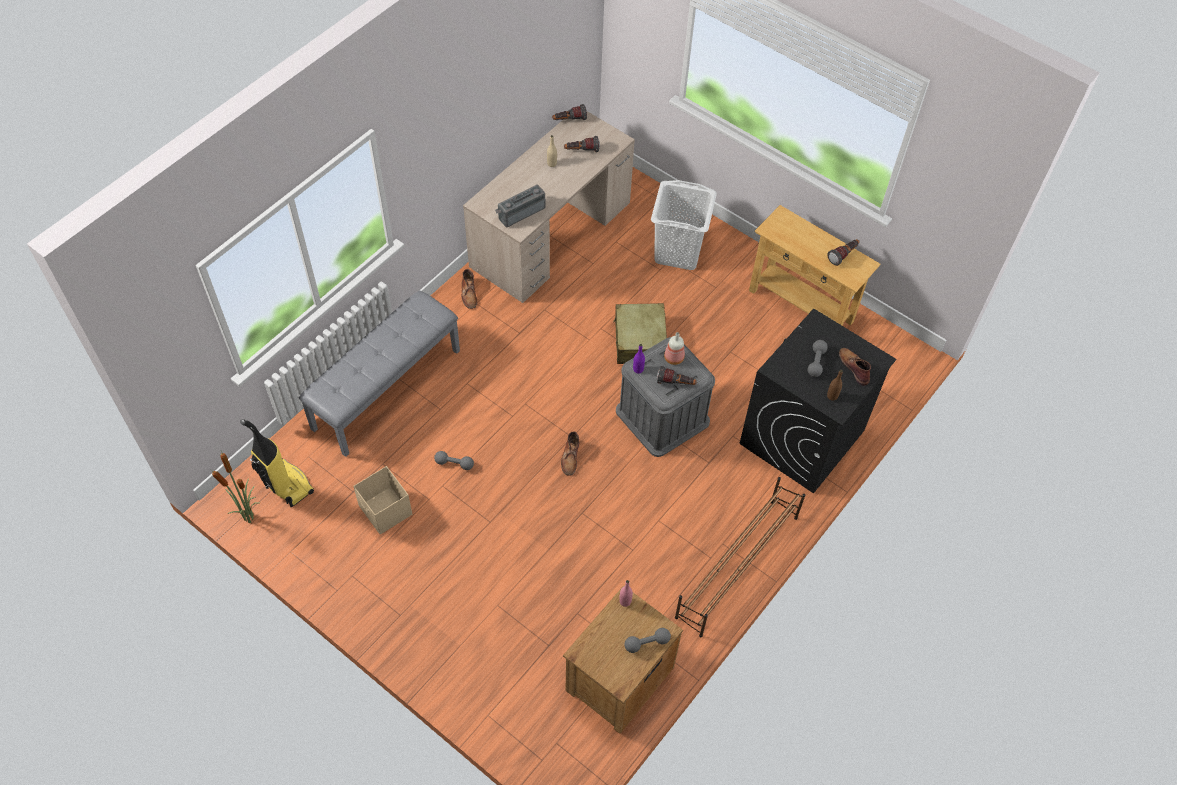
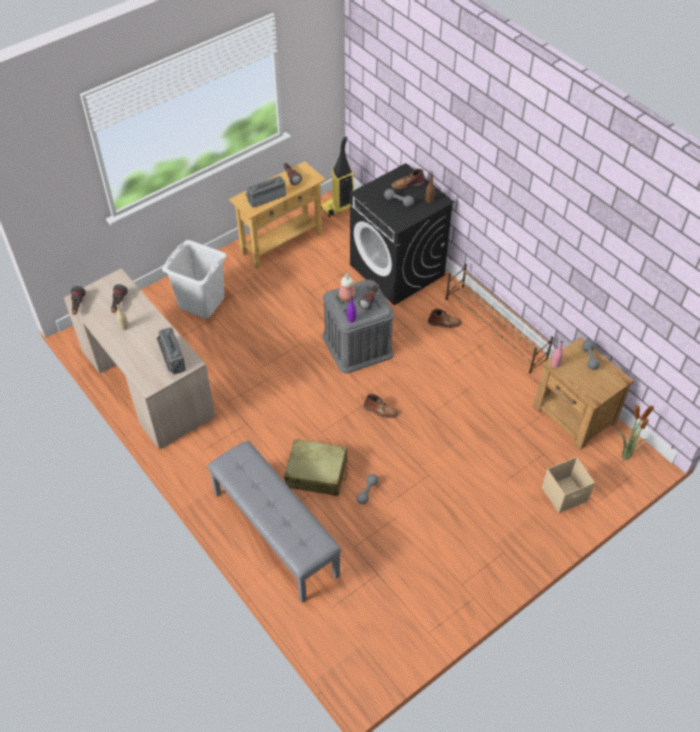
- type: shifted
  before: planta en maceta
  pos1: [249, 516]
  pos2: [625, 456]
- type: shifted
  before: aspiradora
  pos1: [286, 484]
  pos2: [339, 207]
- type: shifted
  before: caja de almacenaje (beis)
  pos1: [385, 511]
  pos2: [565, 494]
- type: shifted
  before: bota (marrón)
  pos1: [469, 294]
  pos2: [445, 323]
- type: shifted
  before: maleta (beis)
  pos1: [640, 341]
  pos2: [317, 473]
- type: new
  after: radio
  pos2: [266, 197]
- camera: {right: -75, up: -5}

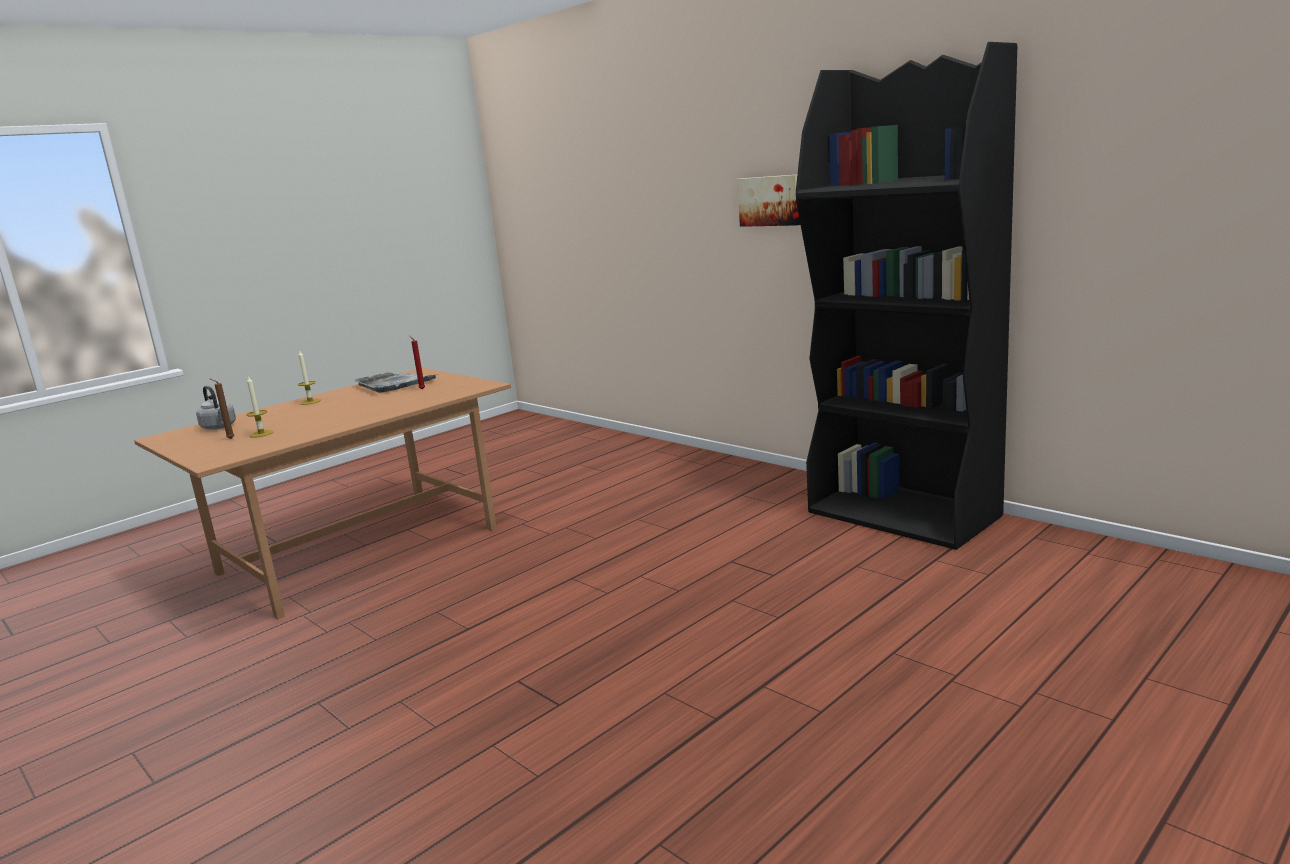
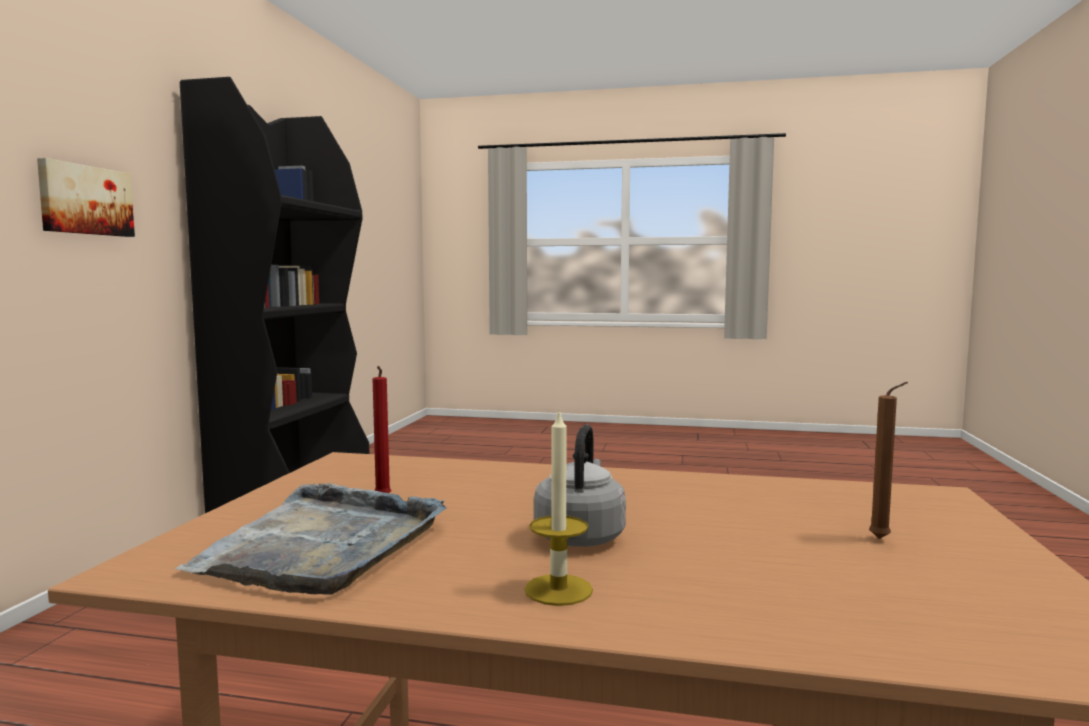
- type: shifted
  before: hervidor (gris)
  pos1: [219, 427]
  pos2: [580, 536]
- type: gone
  before: vela
  pos1: [261, 434]
- camera: {right: -125, up: -10}

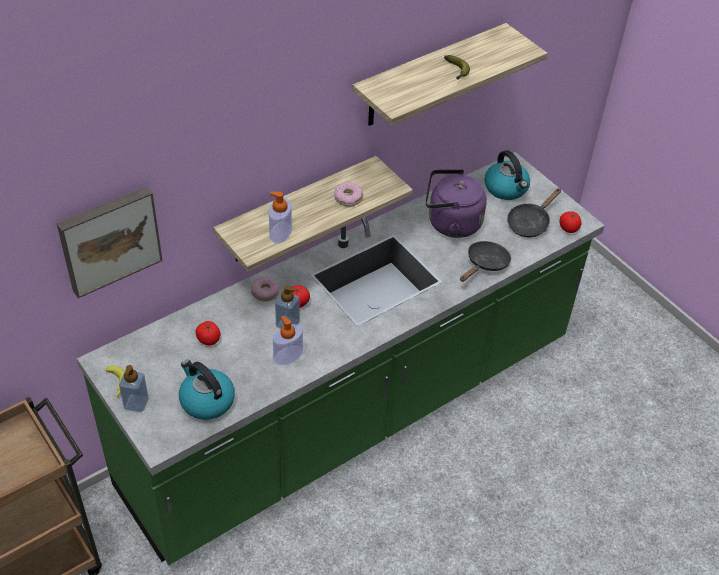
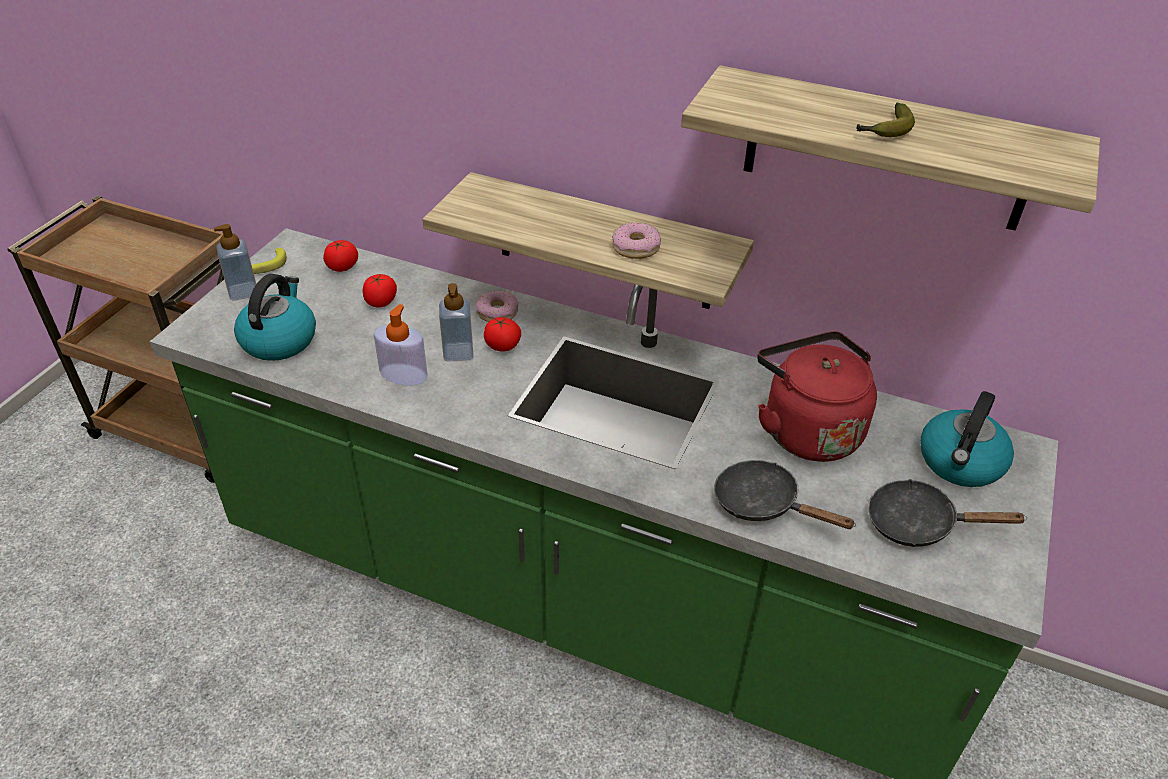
- type: gone
  before: cuadro
  pos1: [109, 239]
- type: gone
  before: dispensador de jabón
  pos1: [280, 232]
- type: repainted
  before: hervidor (morado)
  after: hervidor (rojo)
  pos1: [450, 223]
  pos2: [807, 429]
- type: rotated
  before: sartén (negro)
  pos1: [485, 264]
  pos2: [763, 504]
  turn: -150
- type: shifted
  before: tomate
  pos1: [568, 228]
  pos2: [342, 267]
- camera: {right: 60, up: -5}

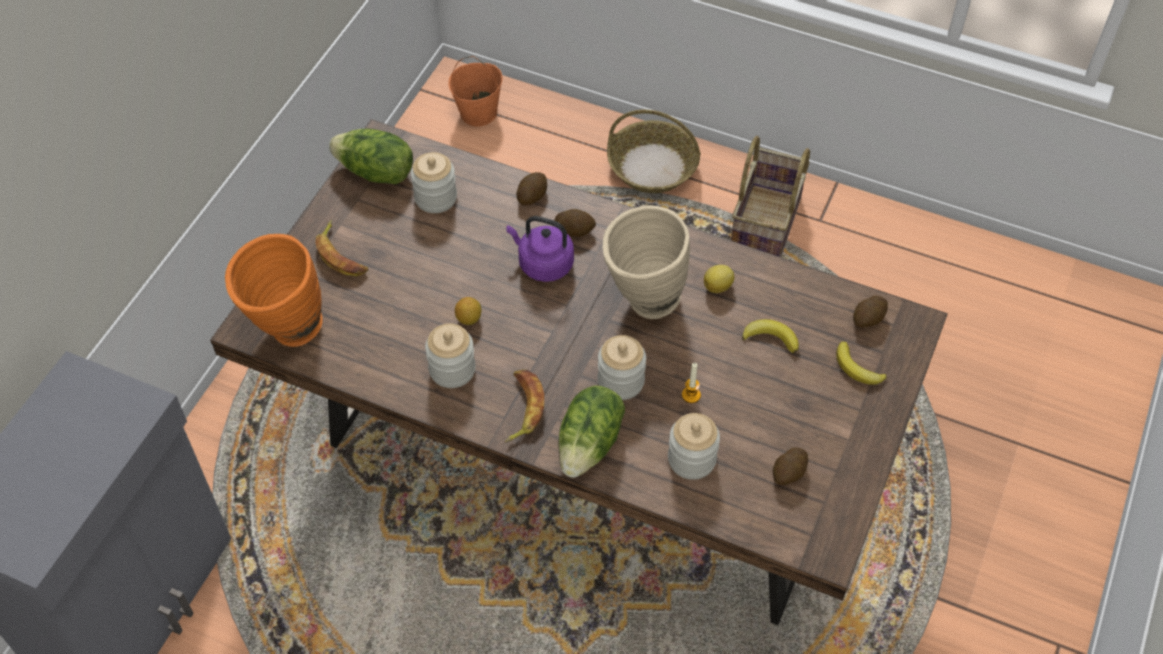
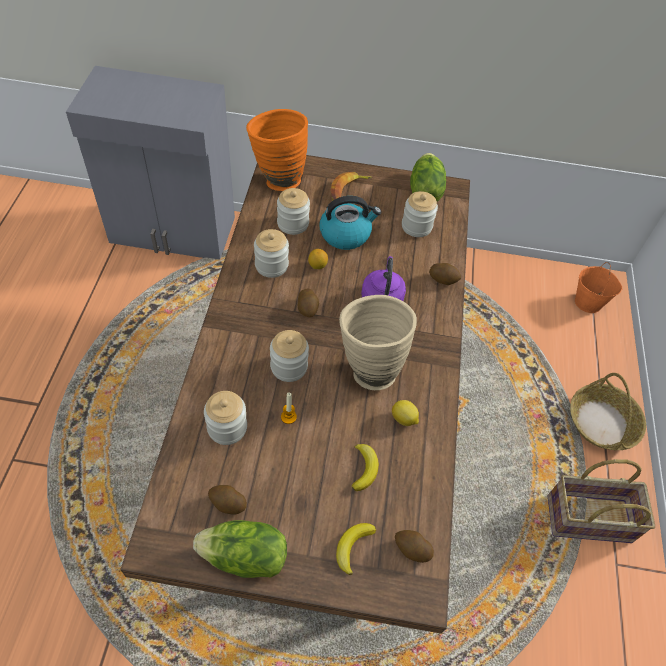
- type: gone
  before: plátano
  pos1: [522, 408]
- type: shifted
  before: patata
  pos1: [574, 230]
  pos2: [307, 309]
- type: shifted
  before: lechuga
  pos1: [590, 444]
  pos2: [244, 558]
- type: new
  after: tarro
  pos2: [293, 223]
- type: new
  after: hervidor
  pos2: [346, 234]
- camera: {right: 70, up: 0}

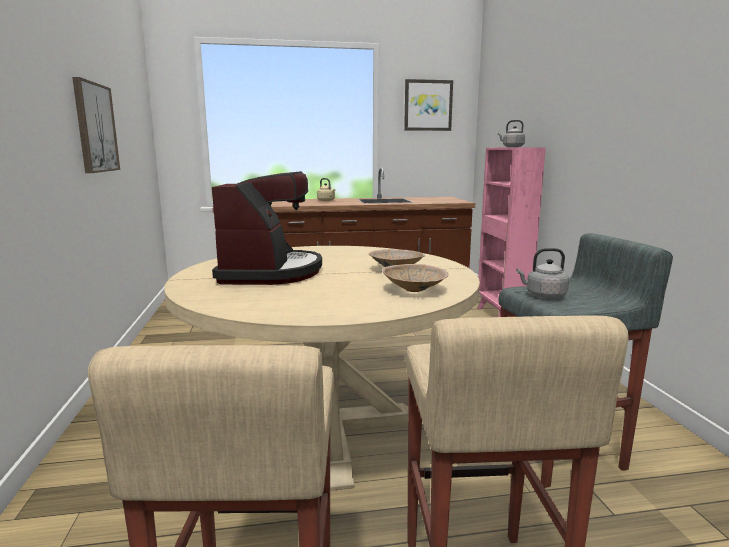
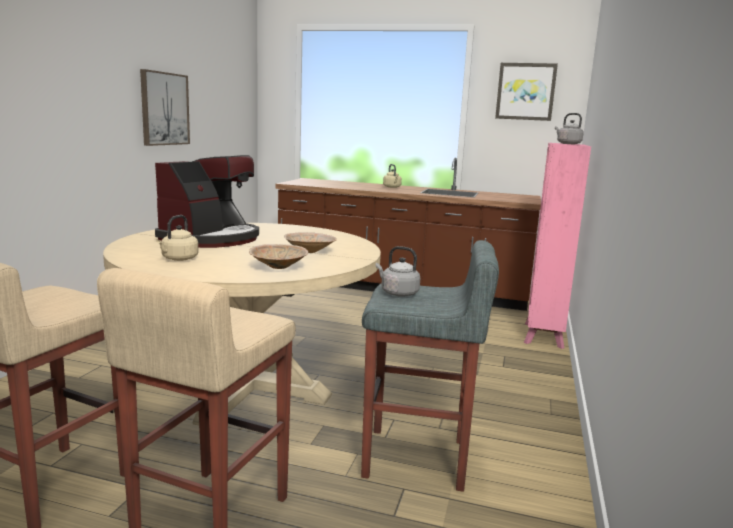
- type: new
  after: hervidor (beis)
  pos2: [178, 259]
- camera: {right: 25, up: 0}

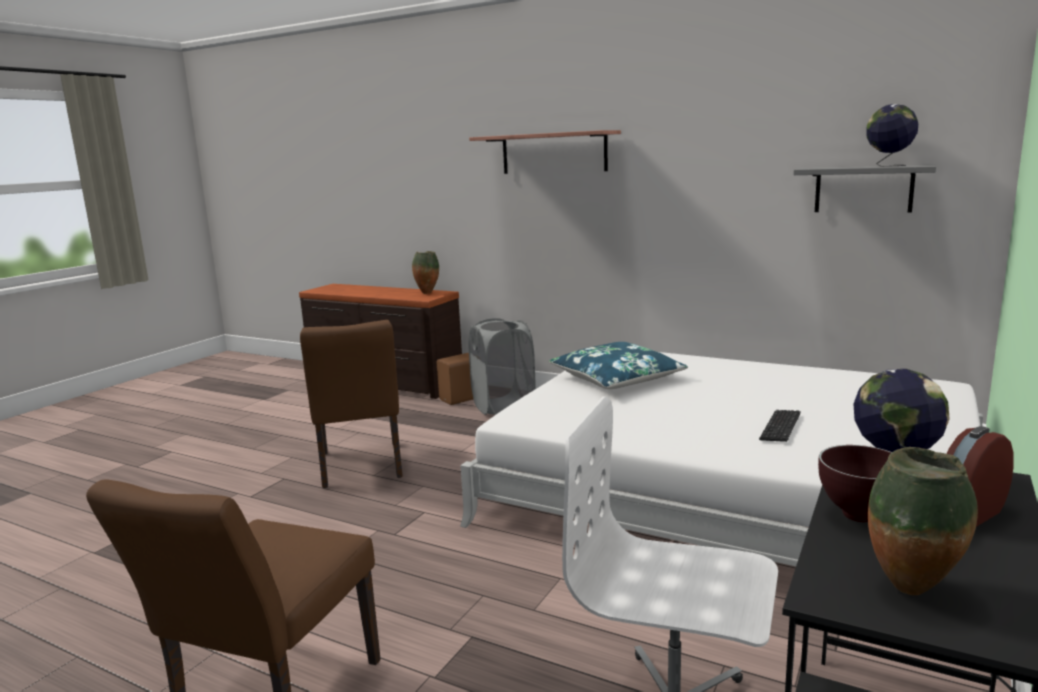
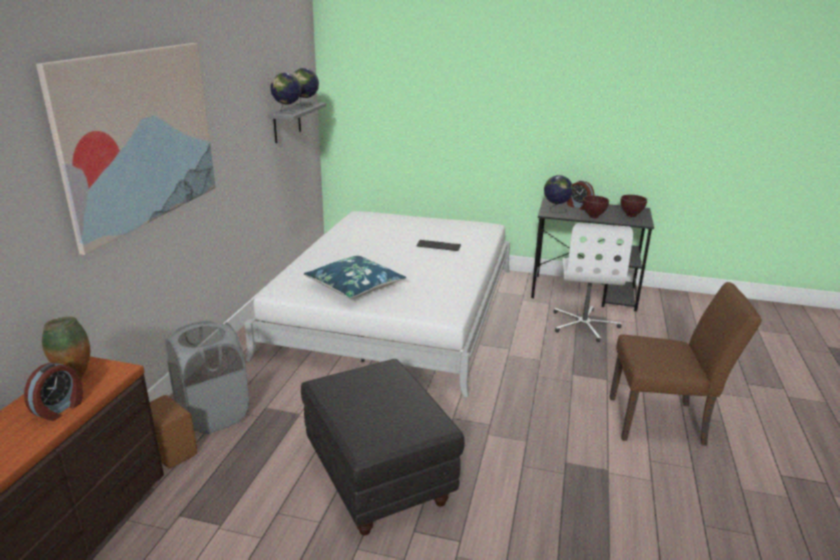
- type: swapped
  before: silla (marrón)
  after: puf (negro)
  pos1: [361, 468]
  pos2: [380, 478]
- type: swapped
  before: estante
  after: cuadro
  pos1: [553, 153]
  pos2: [140, 138]
- type: swapped
  before: florero
  after: cuenco (marrón)
  pos1: [913, 592]
  pos2: [631, 215]
- type: new
  after: despertador
  pos2: [60, 409]
- type: new
  after: globo terráqueo
  pos2: [287, 112]
- camera: {right: -105, up: 10}

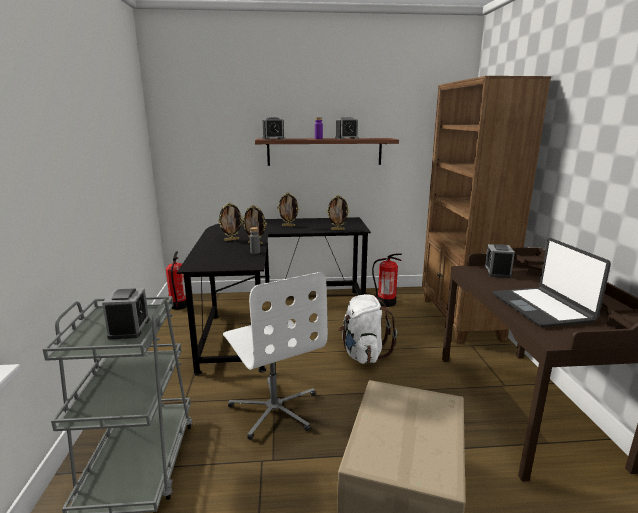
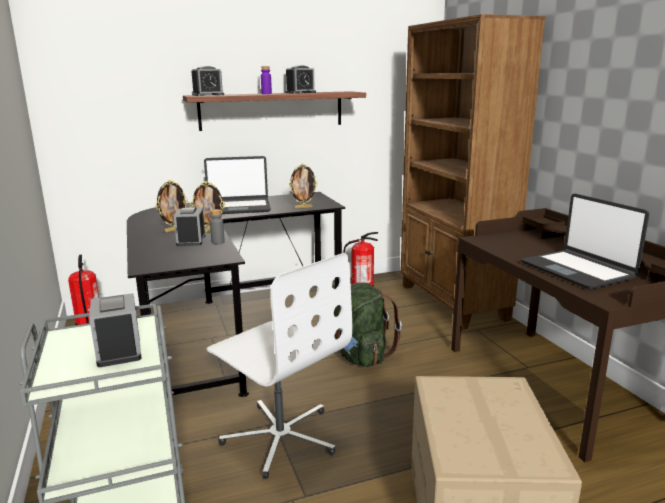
- type: swapped
  before: portarretratos
  after: portátil
  pos1: [288, 226]
  pos2: [238, 208]
- type: repainted
  before: mochila (blanco)
  after: mochila (verde)
  pos1: [363, 354]
  pos2: [360, 356]
- type: shifted
  before: despertador
  pos1: [497, 272]
  pos2: [191, 240]
- camera: {right: -15, up: 0}

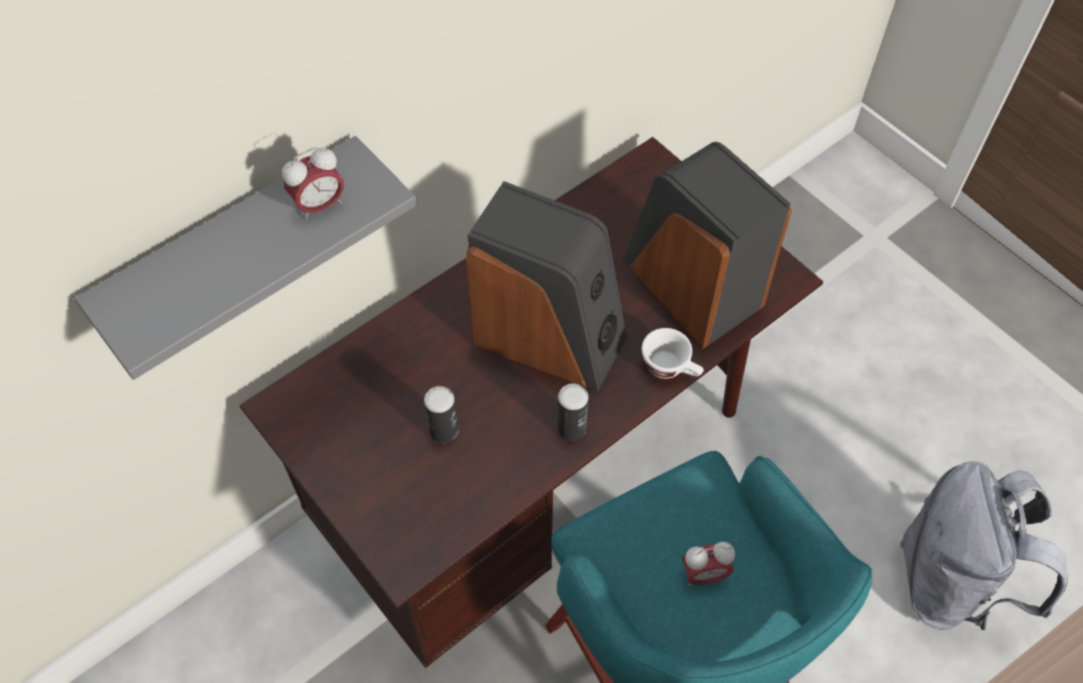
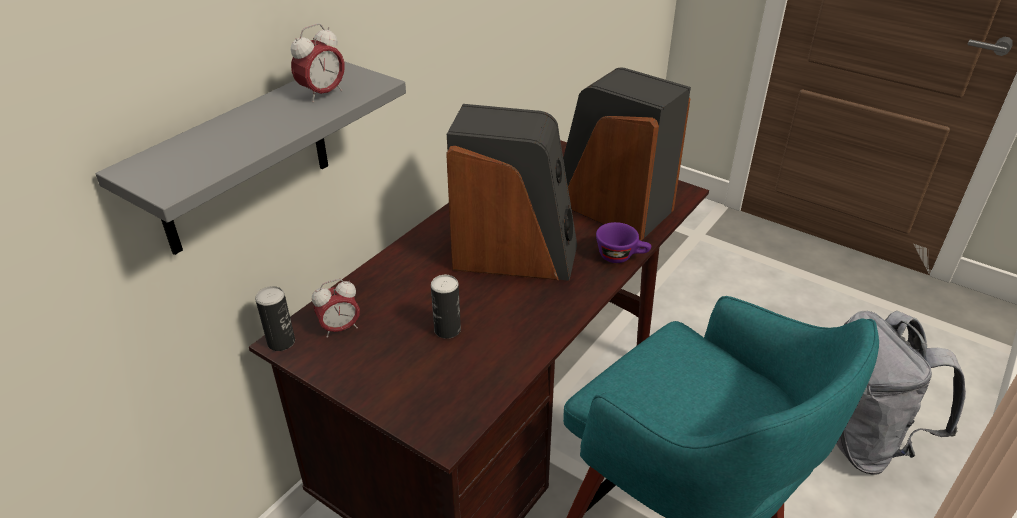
- type: shifted
  before: lata
  pos1: [571, 428]
  pos2: [281, 342]
- type: repainted
  before: taza (blanco)
  after: taza (morado)
  pos1: [671, 368]
  pos2: [621, 256]
- type: shifted
  before: despertador
  pos1: [704, 575]
  pos2: [340, 328]
- camera: {right: -15, up: -20}

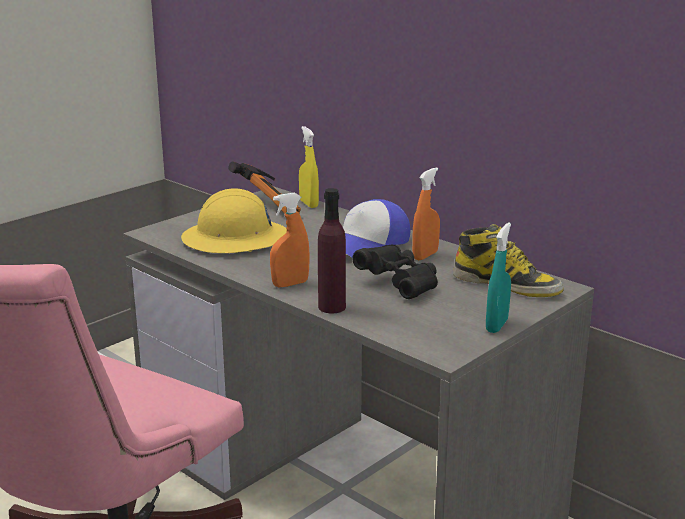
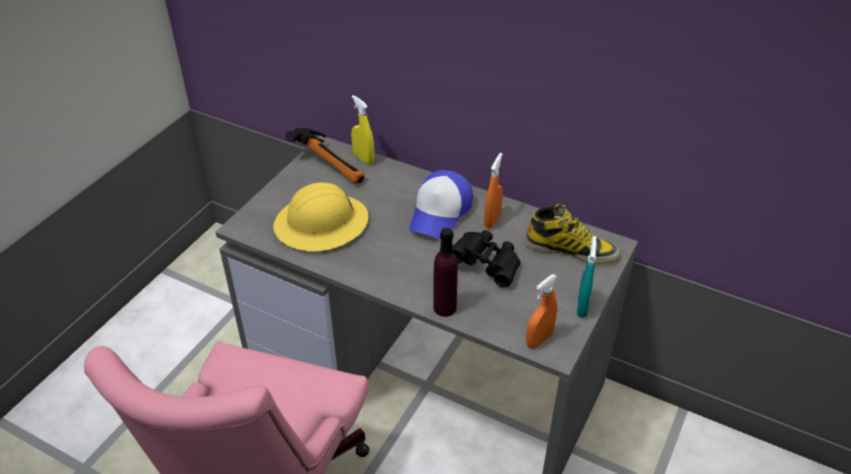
- type: shifted
  before: pulverizador (naranja)
  pos1: [290, 284]
  pos2: [539, 340]
- camera: {right: -15, up: 20}

